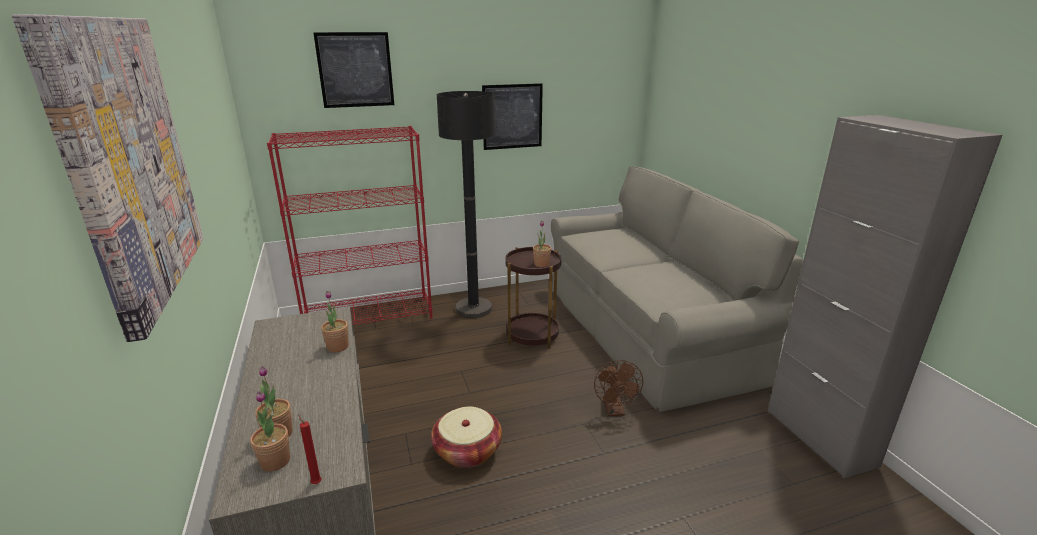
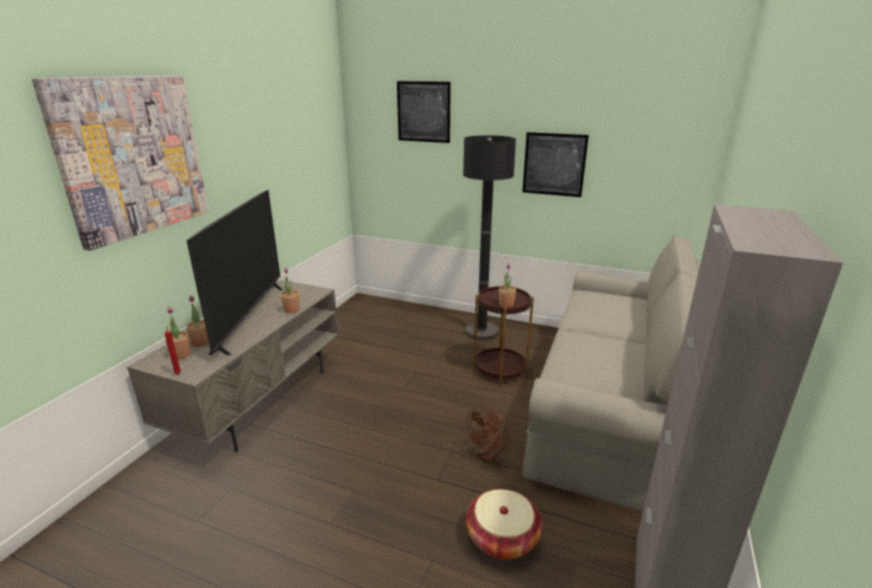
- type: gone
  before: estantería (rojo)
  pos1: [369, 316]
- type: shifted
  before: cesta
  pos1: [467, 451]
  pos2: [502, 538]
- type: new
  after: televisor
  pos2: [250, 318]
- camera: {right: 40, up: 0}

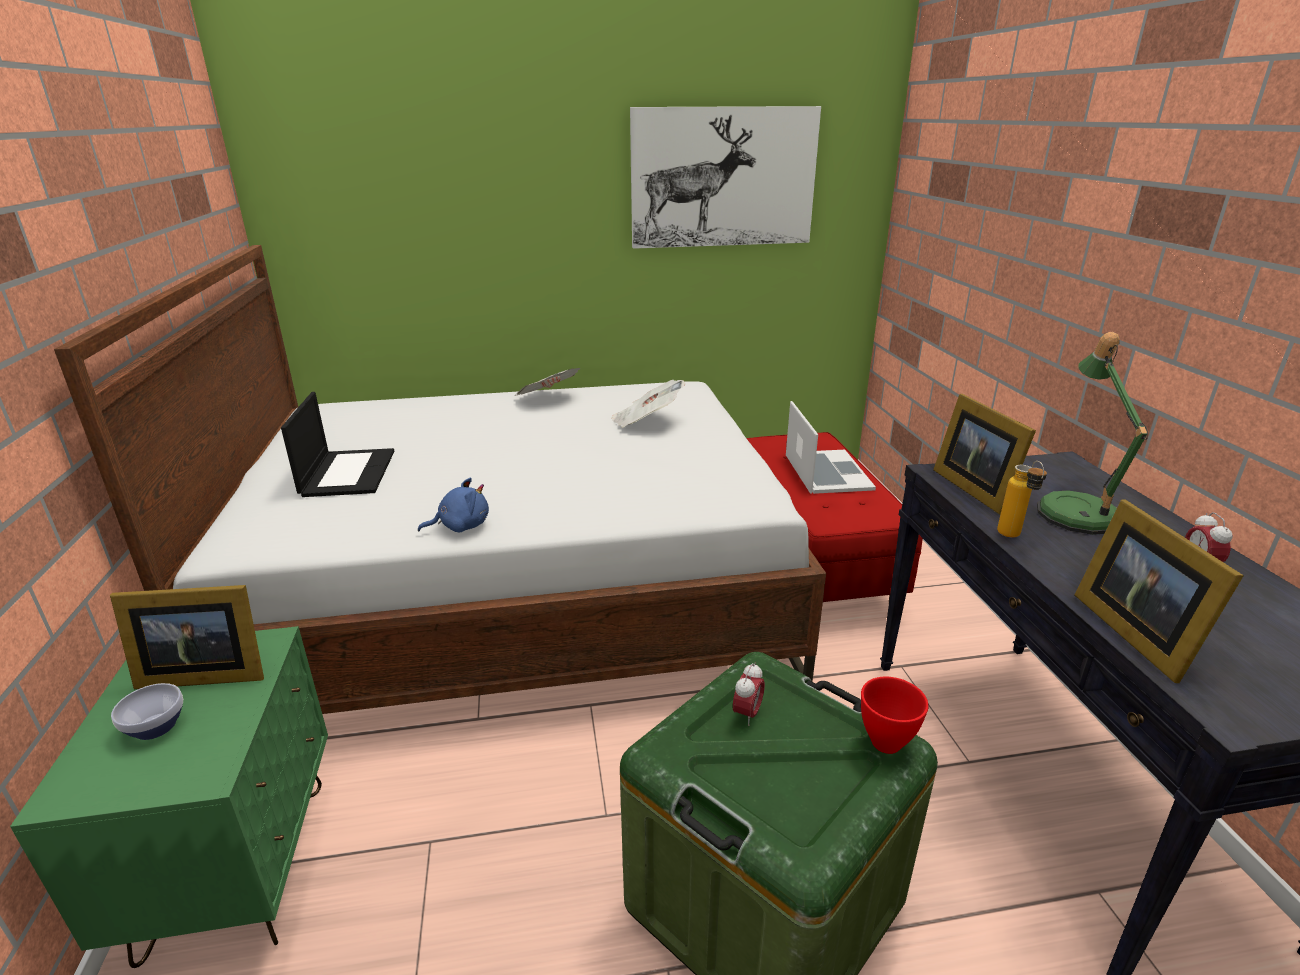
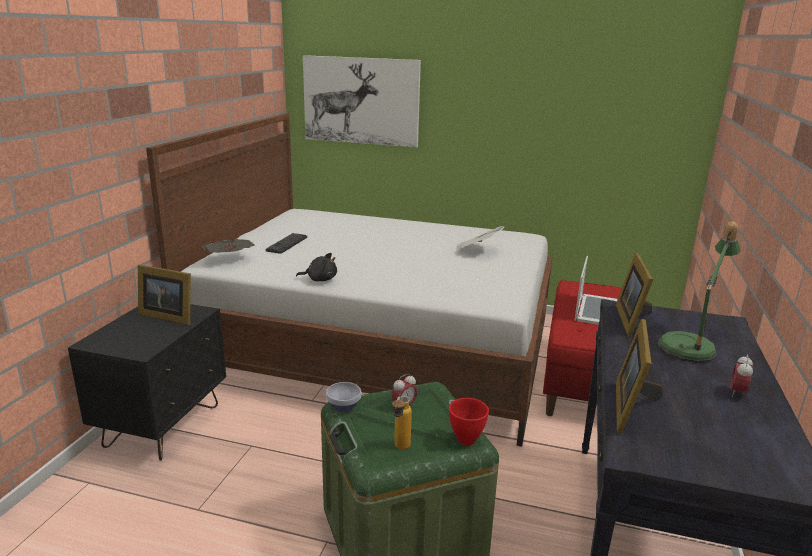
- type: repainted
  before: mesita de noche (verde)
  after: mesita de noche (negro)
  pos1: [238, 868]
  pos2: [163, 426]
- type: shifted
  before: cuenco
  pos1: [157, 727]
  pos2: [344, 407]
- type: swapped
  before: portátil
  after: teclado
  pos1: [348, 472]
  pos2: [287, 244]
- type: repainted
  before: peluche (azul)
  after: peluche (negro)
  pos1: [461, 526]
  pos2: [320, 279]
- type: shifted
  before: periódico
  pos1: [548, 399]
  pos2: [229, 259]
- type: shifted
  before: cuadro
  pos1: [723, 178]
  pos2: [361, 101]
- type: shifted
  before: botella
  pos1: [1013, 537]
  pos2: [400, 449]
- camera: {right: 25, up: -5}

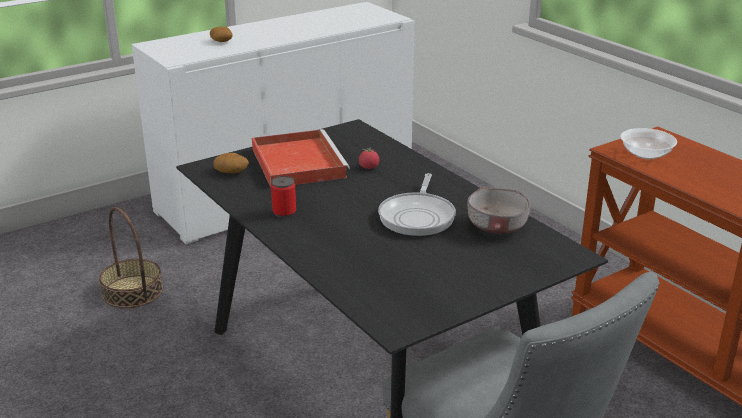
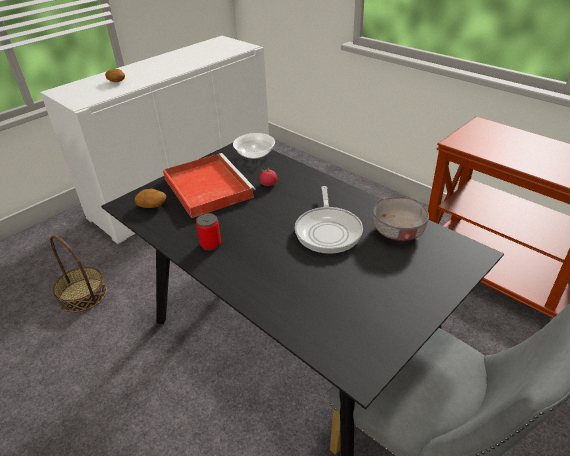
- type: shifted
  before: cuenco
  pos1: [646, 154]
  pos2: [255, 154]
- camera: {right: -10, up: 10}

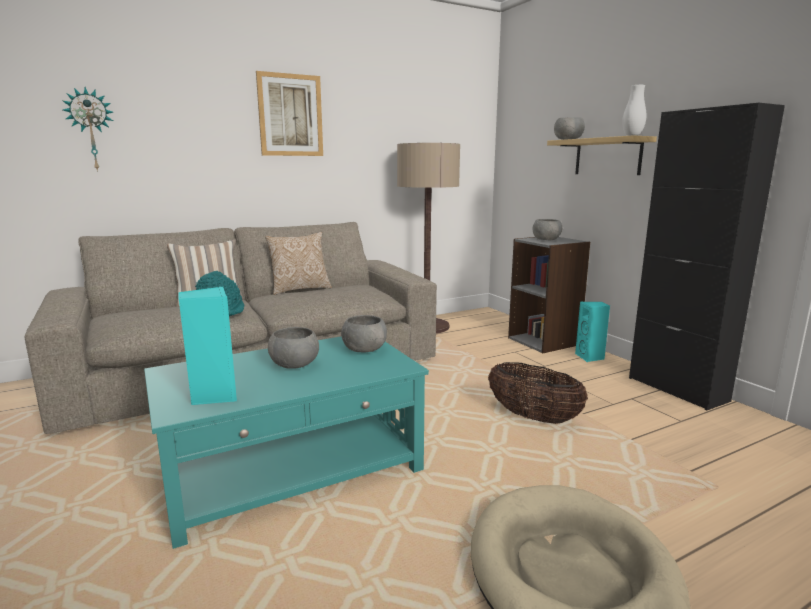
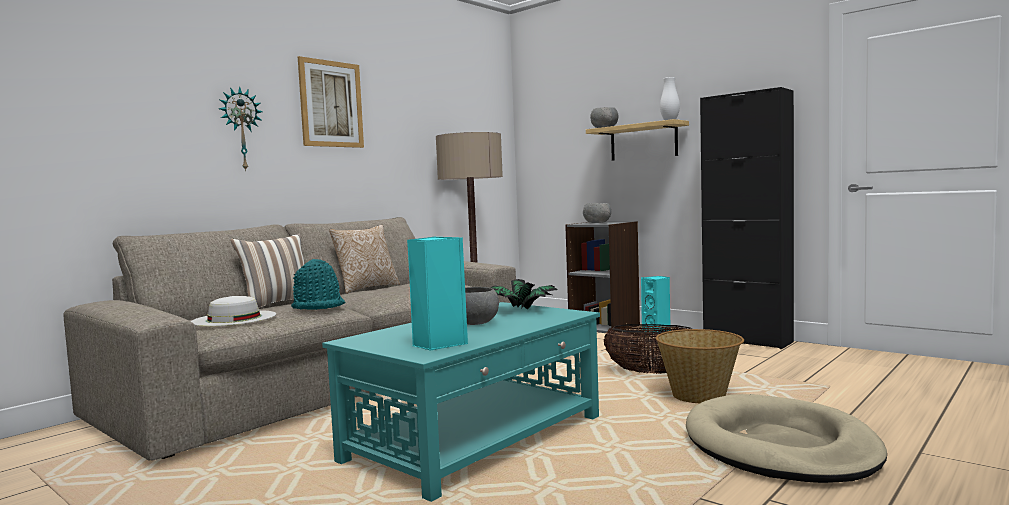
- type: shifted
  before: reloj de pared
  pos1: [91, 130]
  pos2: [240, 129]
- type: swapped
  before: cuenco (gris)
  after: planta en maceta
  pos1: [364, 350]
  pos2: [520, 310]
- type: new
  after: sombrero (blanco)
  pos2: [234, 318]
- type: new
  after: cesta
  pos2: [699, 396]
- camera: {right: -20, up: -10}

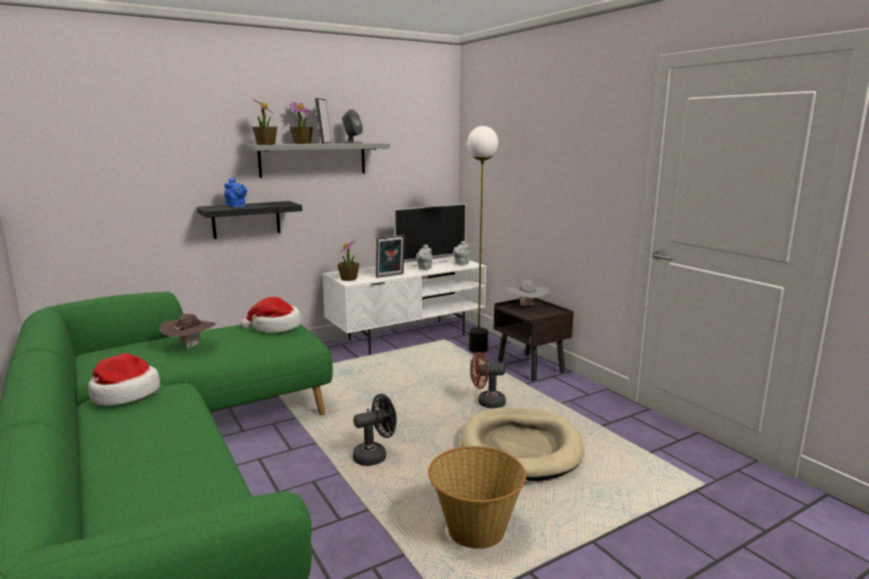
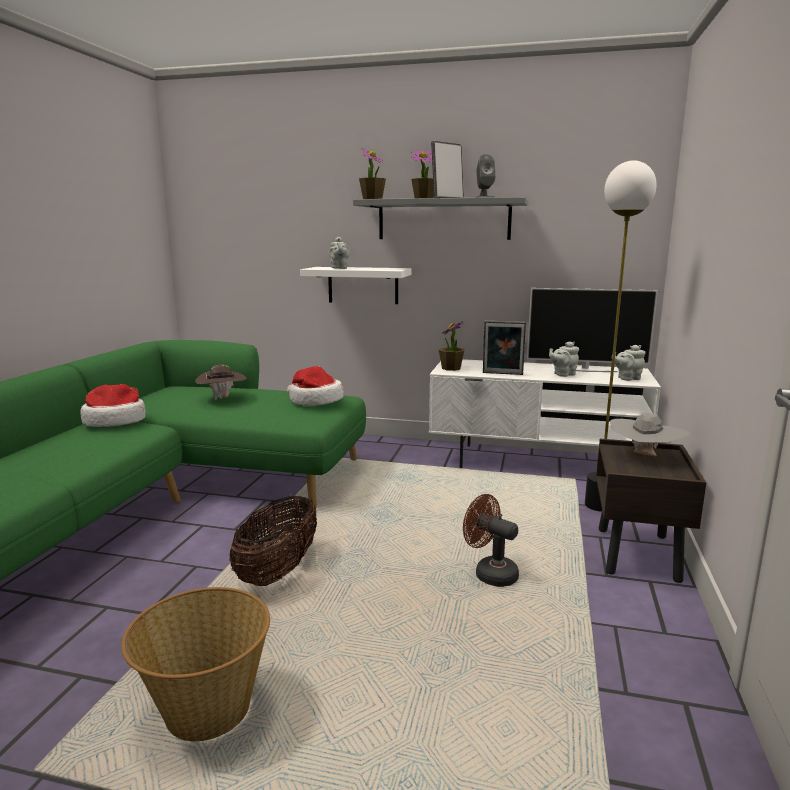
- type: repainted
  before: estante (negro)
  after: estante (blanco)
  pos1: [246, 219]
  pos2: [363, 285]
- type: repainted
  before: tetera (azul)
  after: tetera (gris)
  pos1: [236, 207]
  pos2: [339, 268]
- type: swapped
  before: ventilador (negro)
  after: cesta
  pos1: [375, 456]
  pos2: [278, 571]
- type: gone
  before: cama para perro (beis)
  pos1: [520, 448]
- camera: {right: 45, up: 0}

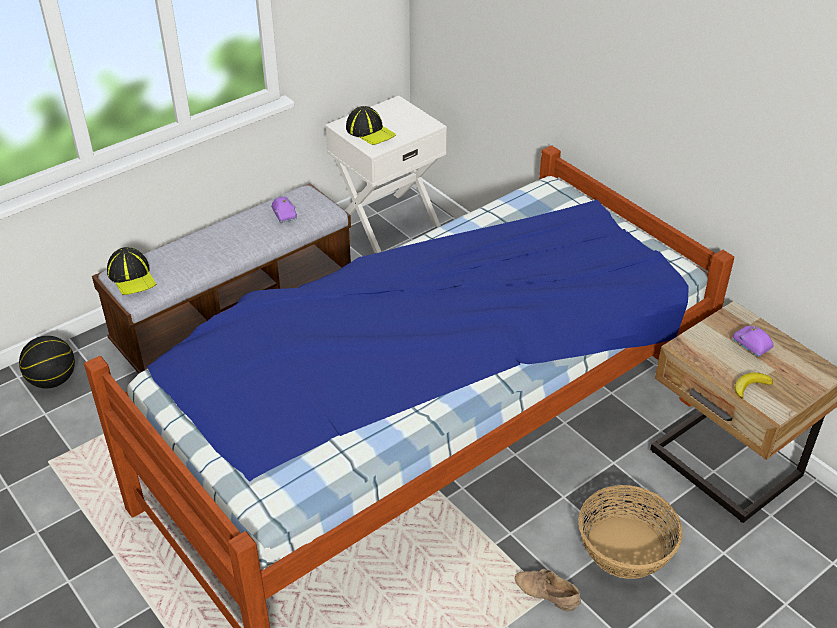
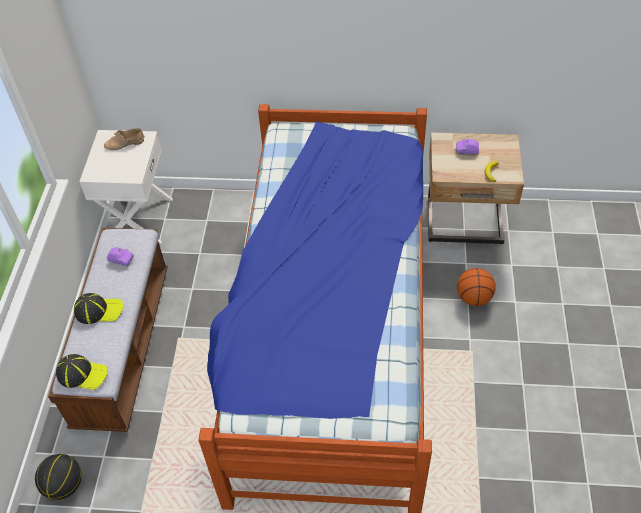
- type: shifted
  before: gorra
  pos1: [370, 131]
  pos2: [99, 310]
- type: shifted
  before: zapato (beis)
  pos1: [546, 593]
  pos2: [124, 144]
- type: swapped
  before: cesta
  after: balón de baloncesto
  pos1: [626, 547]
  pos2: [474, 298]
- camera: {right: -45, up: 10}

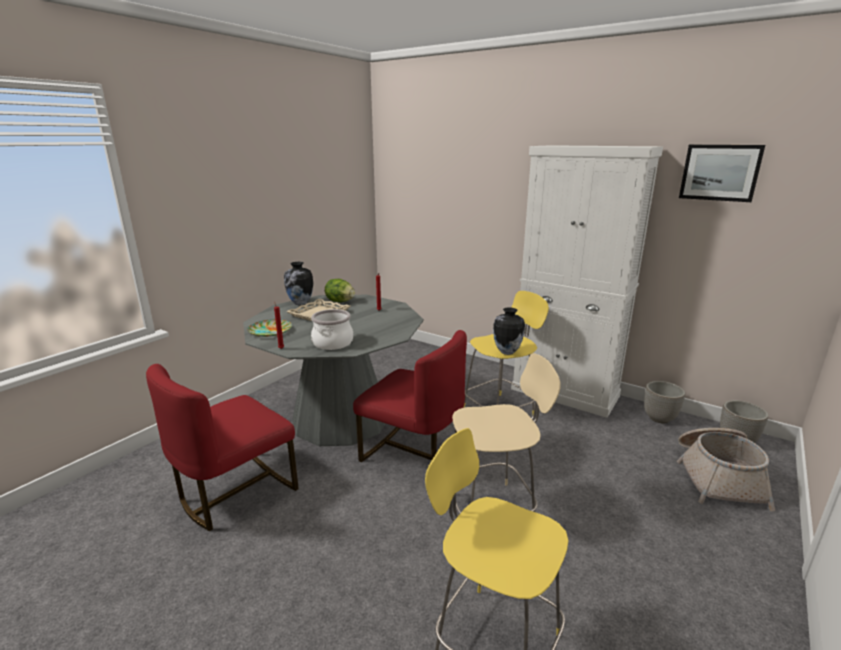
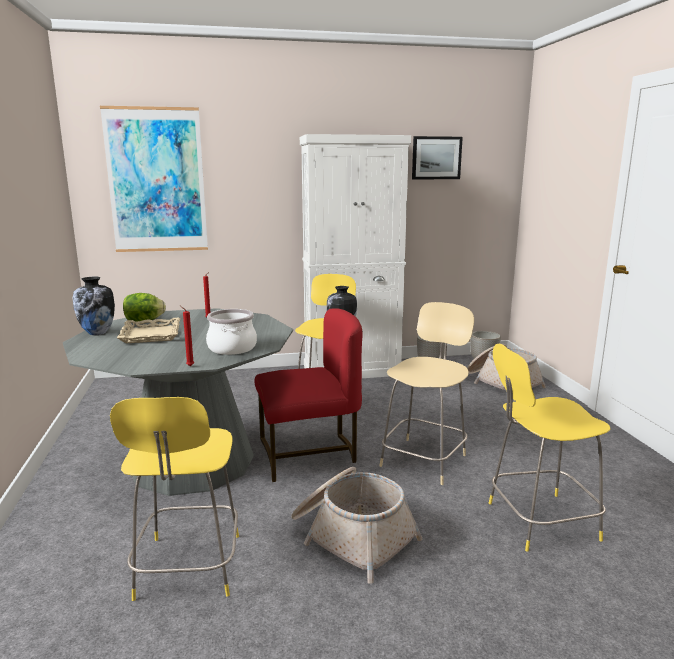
- type: swapped
  before: silla (rojo)
  after: taburete (amarillo)
  pos1: [235, 492]
  pos2: [188, 569]
- type: gone
  before: plato
  pos1: [270, 331]
- type: new
  after: cuadro
  pos2: [156, 181]
- type: new
  after: cesta
  pos2: [351, 535]
- camera: {right: -45, up: -5}

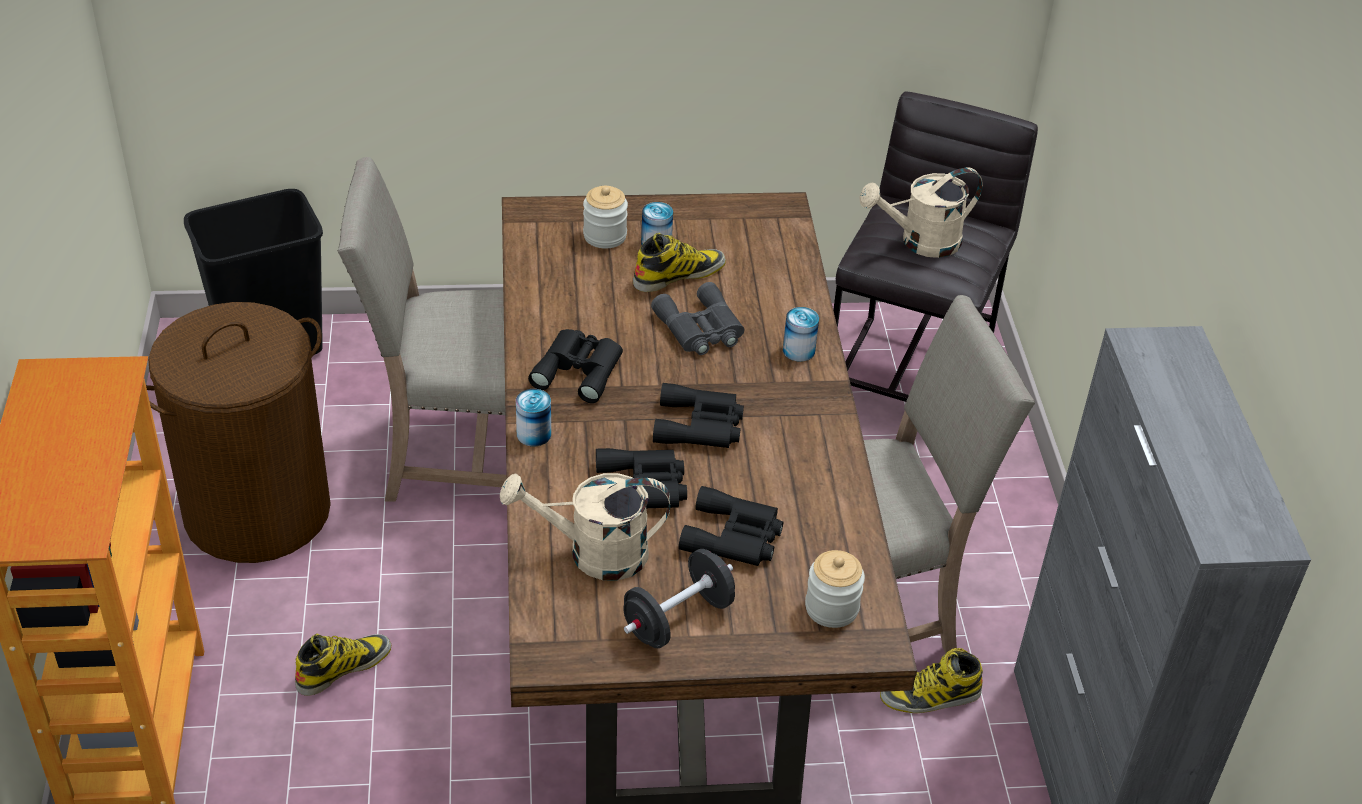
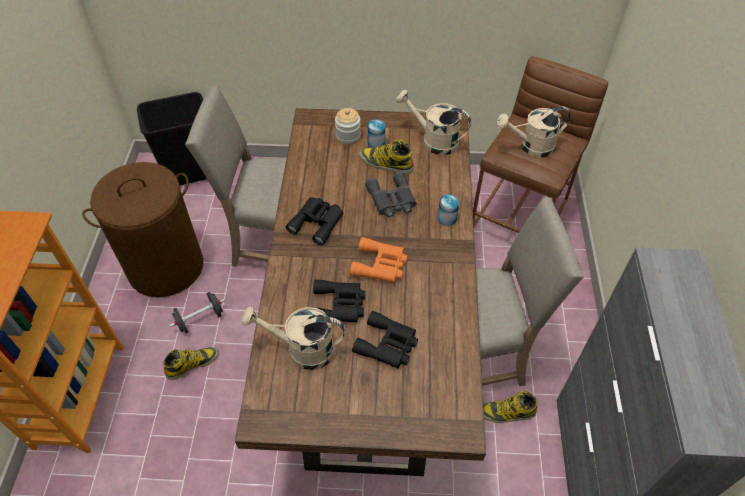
- type: gone
  before: lata
  pos1: [534, 434]
- type: shifted
  before: mancuerna (negro)
  pos1: [678, 619]
  pos2: [200, 319]
- type: rotated
  before: bota
  pos1: [678, 274]
  pos2: [385, 163]
  turn: -135
- type: repainted
  before: prismáticos (negro)
  after: prismáticos (naranja)
  pos1: [701, 426]
  pos2: [381, 265]
- type: gone
  before: tarro
  pos1: [831, 608]
- type: repainted
  before: taburete (gris)
  after: taburete (marrón)
  pos1: [909, 382]
  pos2: [520, 215]
- type: new
  after: regadera (beis)
  pos2: [433, 140]
- camera: {right: 10, up: 10}

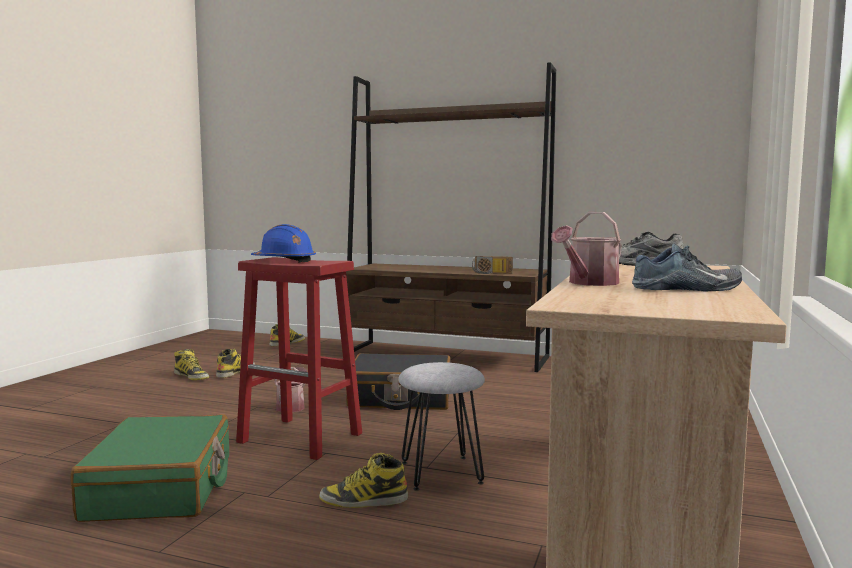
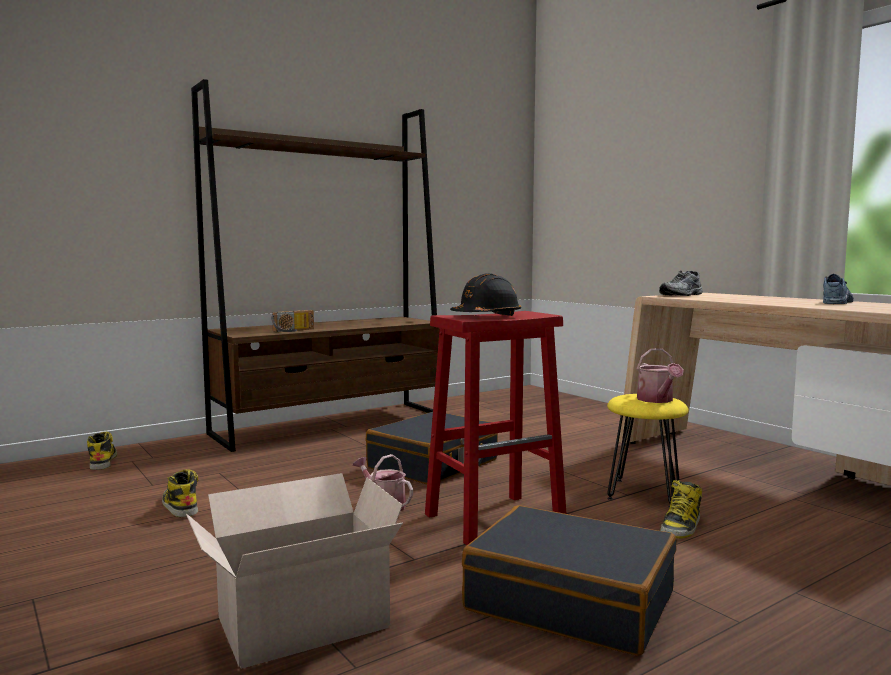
- type: repainted
  before: maleta (verde)
  after: maleta (negro)
  pos1: [162, 488]
  pos2: [570, 601]
- type: gone
  before: bota
  pos1: [192, 376]
- type: repainted
  before: casco (azul)
  after: casco (negro)
  pos1: [284, 261]
  pos2: [486, 317]
- type: repainted
  before: taburete (gris)
  after: taburete (amarillo)
  pos1: [441, 472]
  pos2: [643, 493]
- type: shifted
  before: radio
  pos1: [491, 273]
  pos2: [294, 331]
- type: shifted
  before: regadera
  pos1: [589, 283]
  pos2: [657, 400]
- type: new
  after: caja de cartón
  pos2: [297, 623]
- camera: {right: -55, up: 0}

